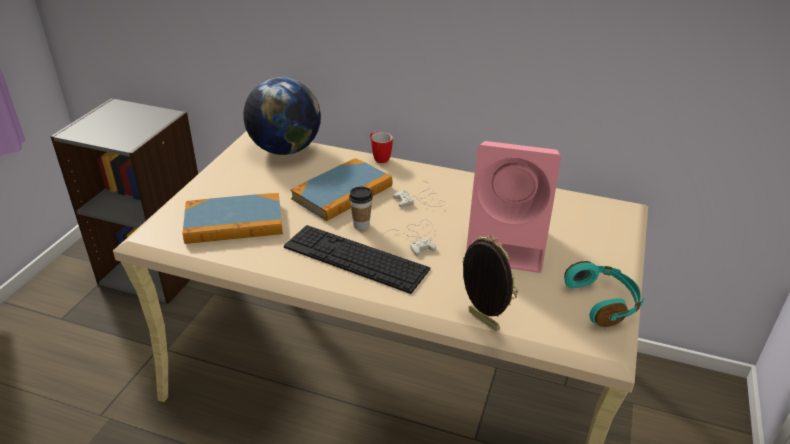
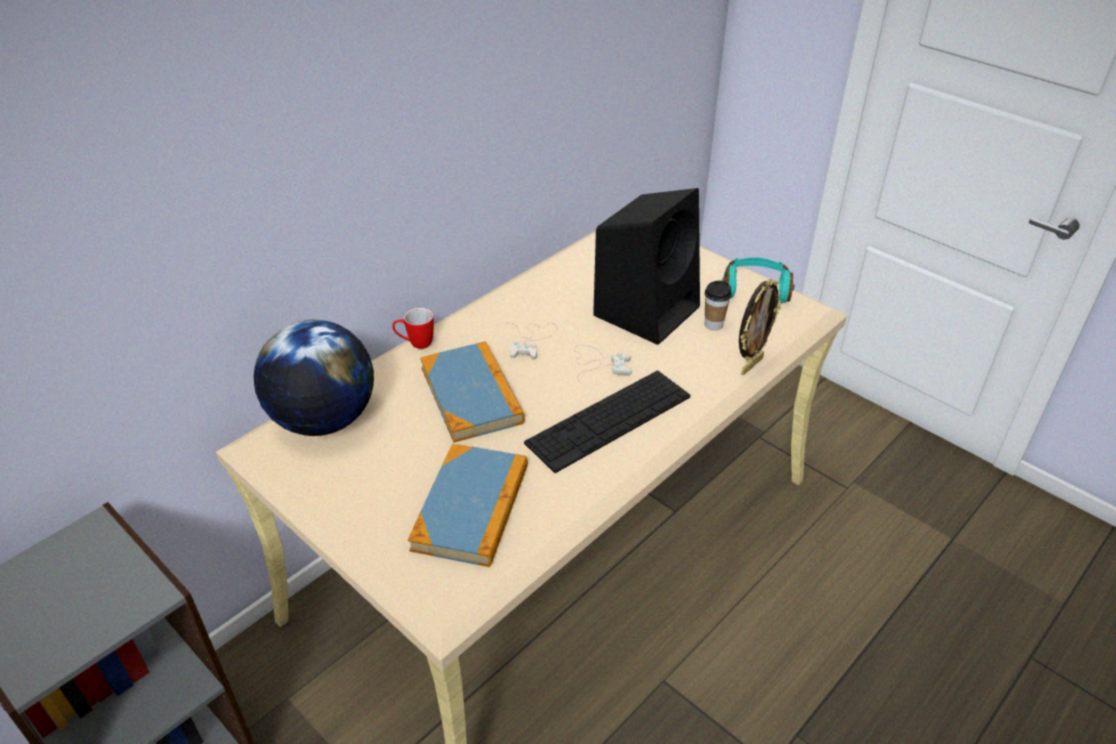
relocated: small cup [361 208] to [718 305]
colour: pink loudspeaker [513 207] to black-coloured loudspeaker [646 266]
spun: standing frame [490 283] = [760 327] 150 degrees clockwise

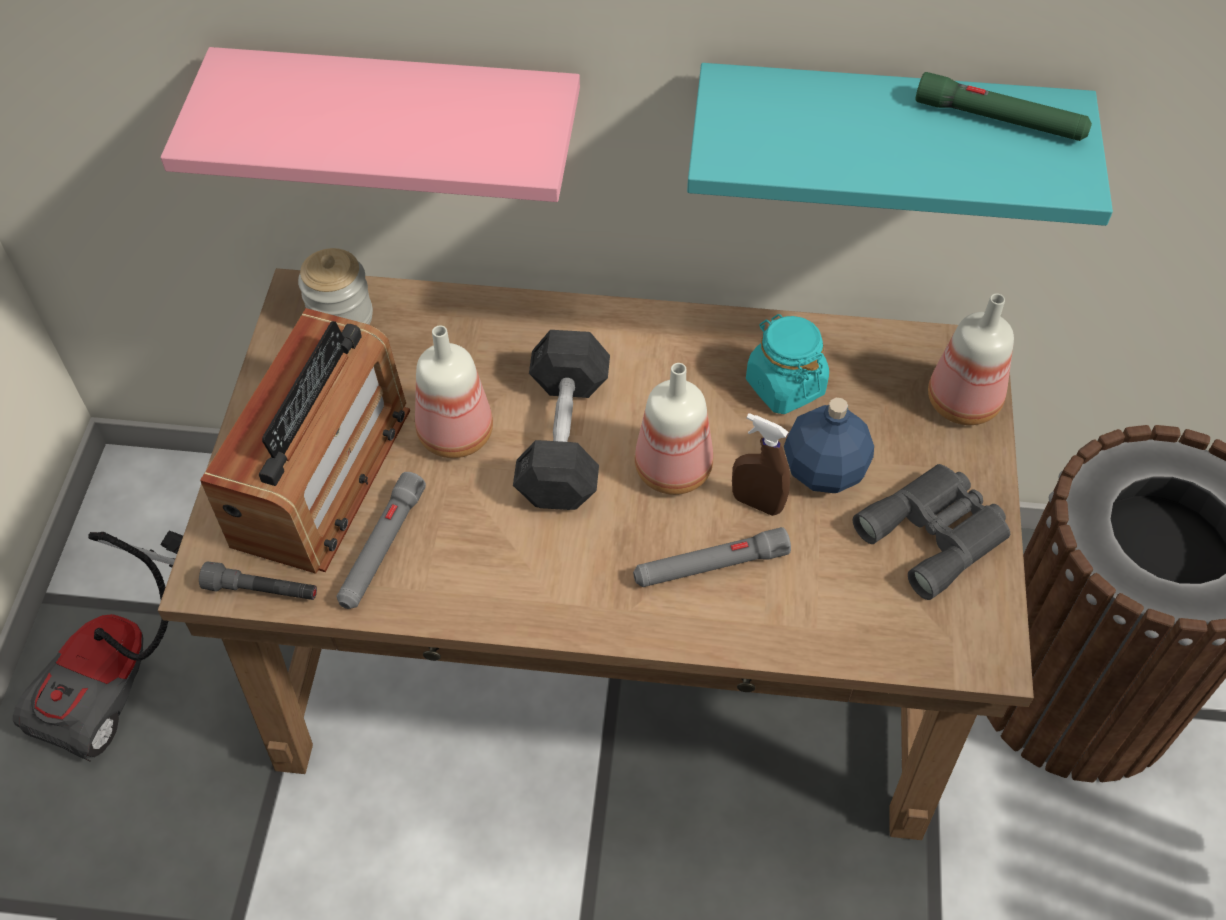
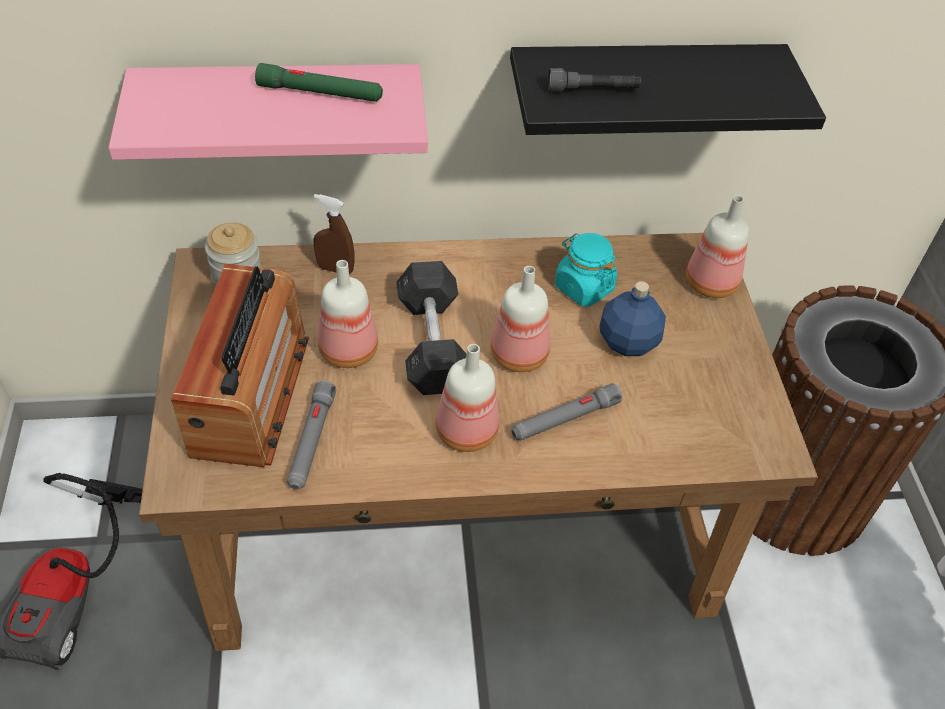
missing: greyish binoculars [931 532]
appeared: drink bottle [467 398]
relocated: green-coloured flashlight [1004 106] to [319 82]; brown spray bottle [761 464] to [333 234]; greyish flashlight [258 580] to [594 80]
colour: turquoise bracket shelf [900 144] to black-coloured bracket shelf [668 89]

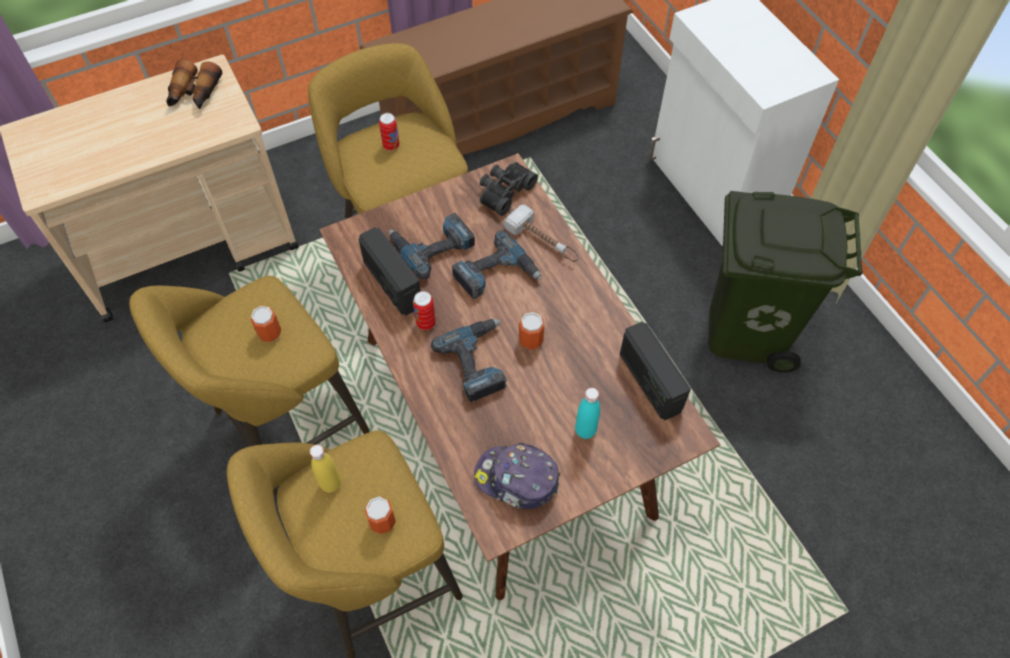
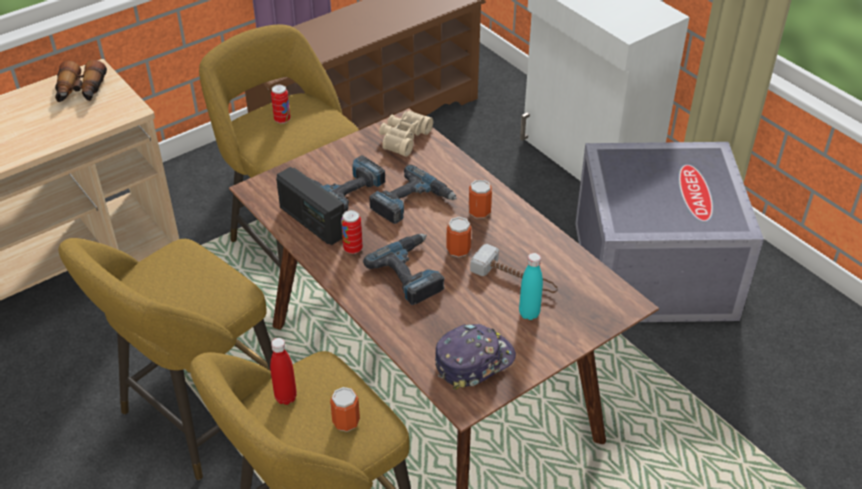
missing: radio receiver [655 371]
relocated: sealed can [265 324] to [480 199]; hand hammer [541 233] to [514 268]
exchanged: green-coloured trash can [785 282] to greyish storage bin [669 232]
colour: yellowish drink bottle [325 469] to red drink bottle [283 371]; black-coloured binoculars [509 189] to beige-coloured binoculars [406 134]
spun: baseball cap [517 475] = [475 357] 135 degrees clockwise

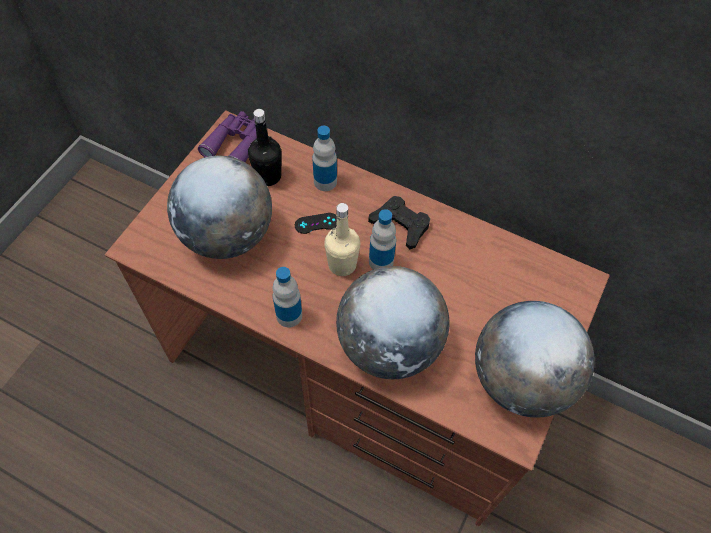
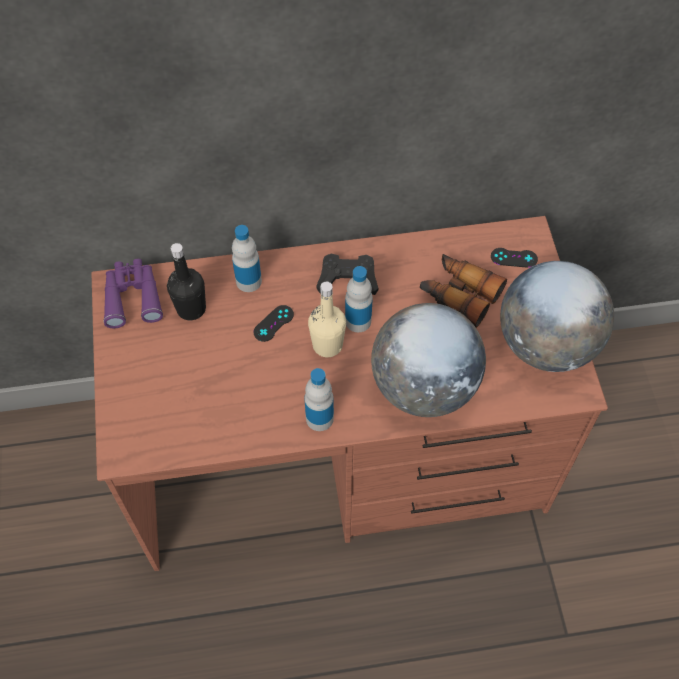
missing: world globe [219 207]
appeared: binoculars [463 291]; black-coloured gamepad [514 258]

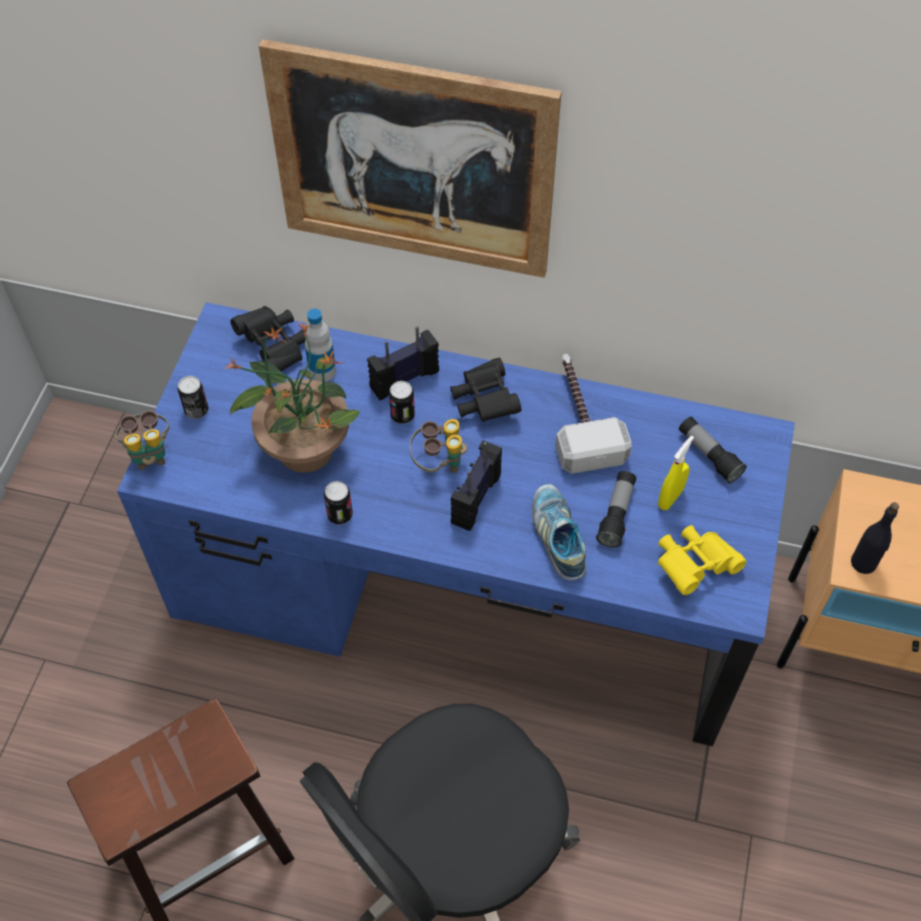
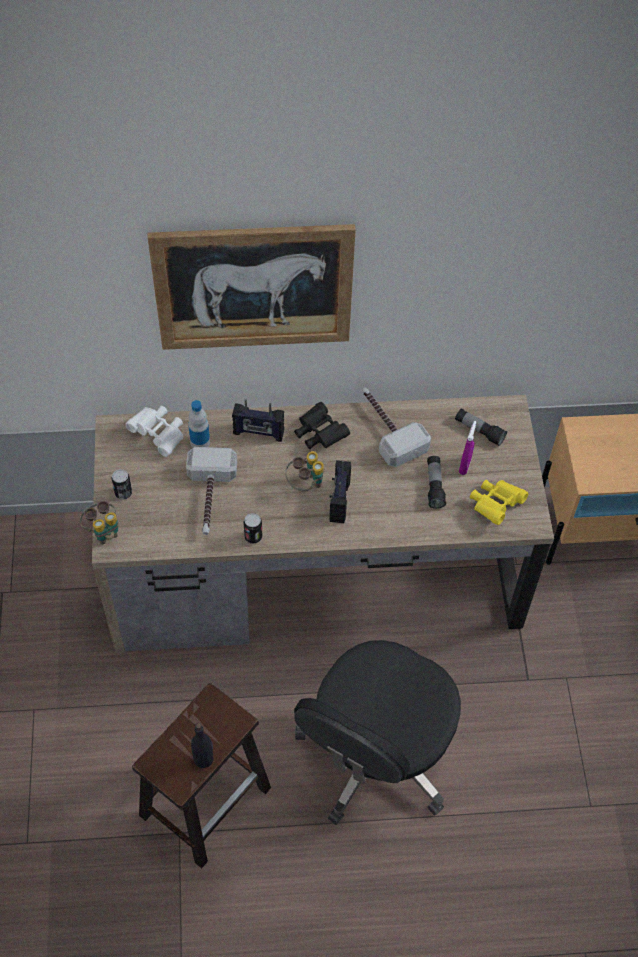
missing: sealed can [402 402]; item of footwear [559 532]
relocated: black-coloured drink bottle [875 538] to [202 745]
exchanged: houseplant [292 397] to hand hammer [211 491]
colour: blue desk unit [456 524] to brown desk unit [323 524]; black-coloured binoculars [268 339] to whitish binoculars [155 431]; yellowish spray bottle [676 473] to purple spray bottle [467 448]
spun: radio receiver [403 363] = [258 420] 120 degrees counterclockwise

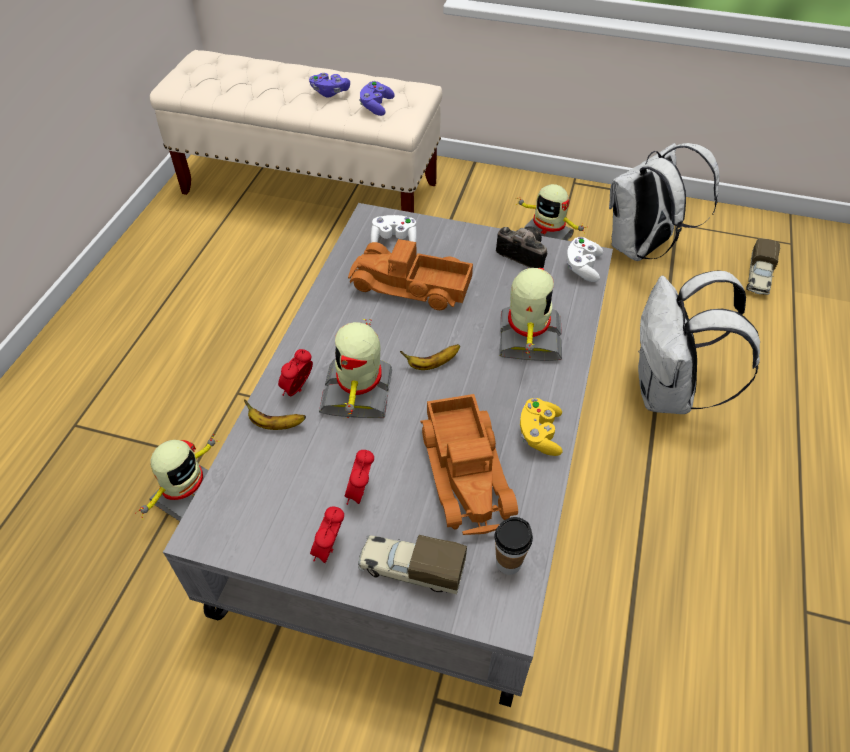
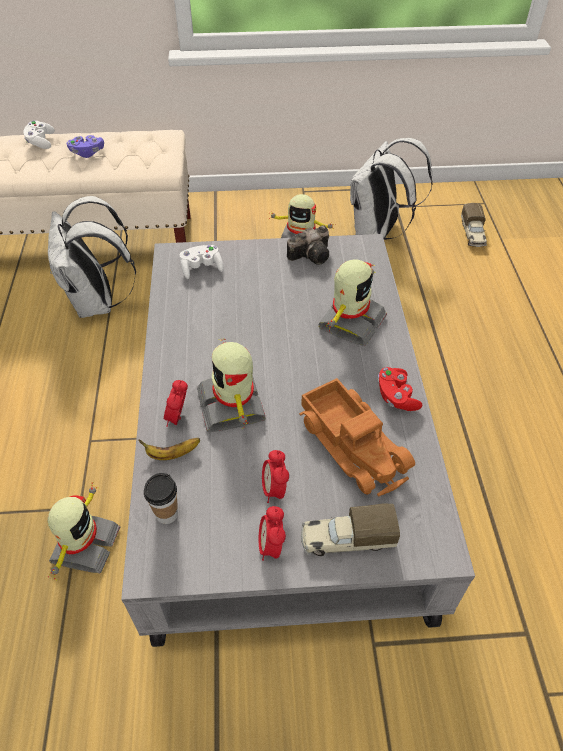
missing: model truck [410 274]; purple gamepad [377 98]; banana [430 357]
relocated: whitish gamepad [585 259] to [39 134]; whitish backpack [699 342] to [92 257]; small cup [513 546] to [161 498]
colour: yellowish gamepad [541 427] to red gamepad [400 389]
spun: still camera [521 247] = [308 245] 135 degrees clockwise; model robot [530 314] = [352 302] 45 degrees clockwise

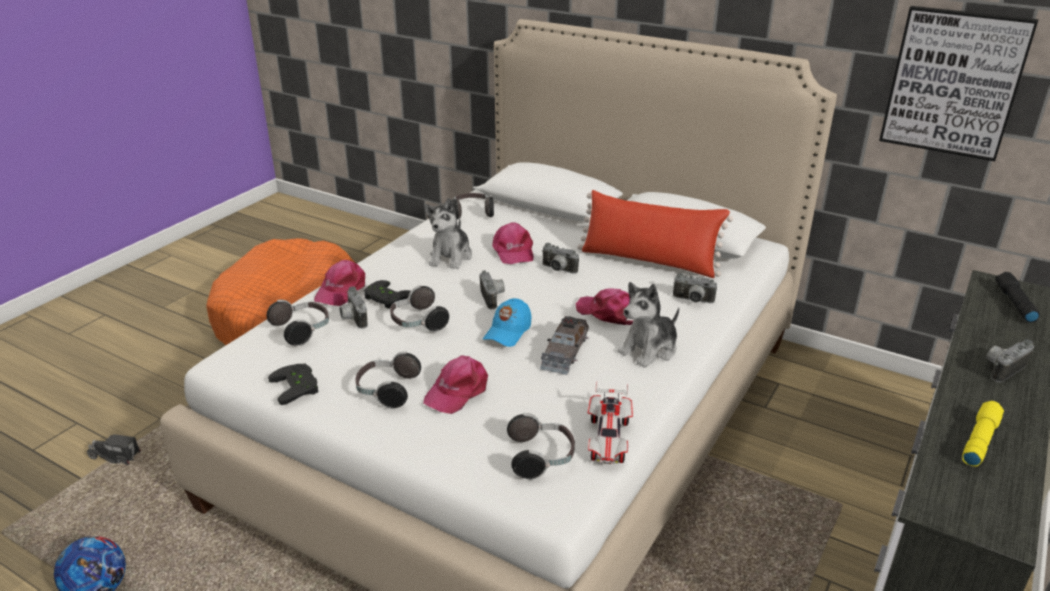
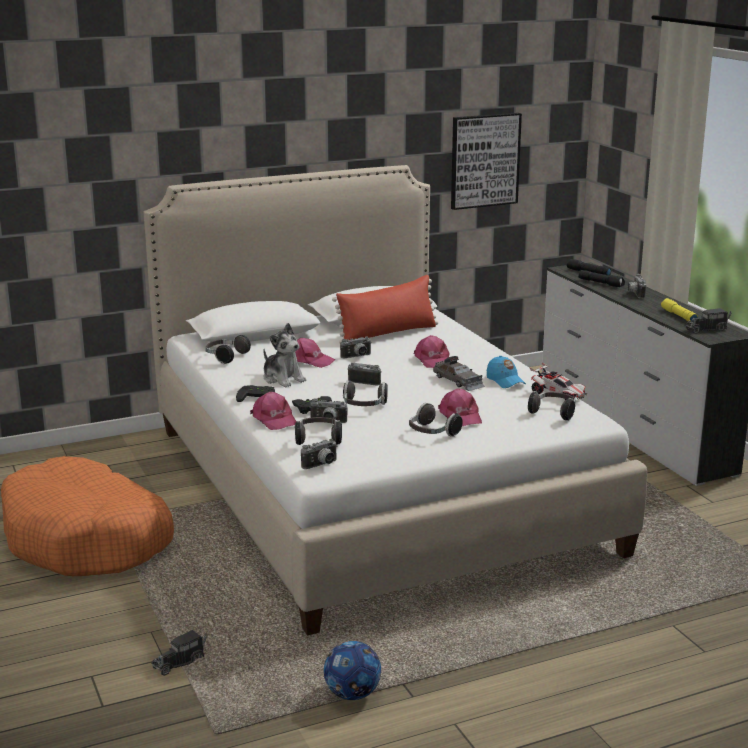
missing: plush toy [648 325]
appeared: black-coloured flashlight [602 278]; model truck [709 321]
relocated: black-coloured gamepad [293 384] to [255 393]; still camera [695 288] to [319 454]; blue baseball cap [507 322] to [506 372]
spun: pink baseball cap [604 306] = [432 351] 90 degrees counterclockwise

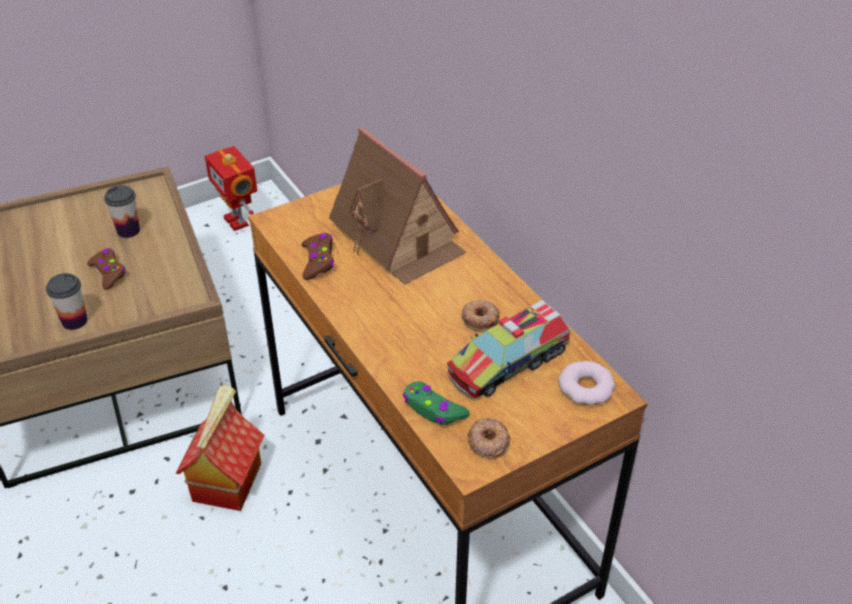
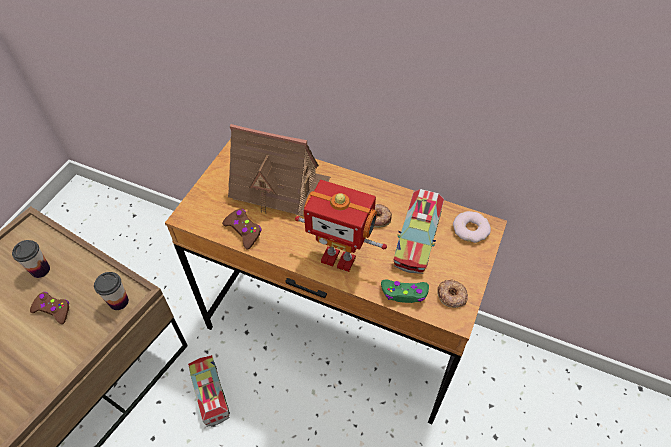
relocated: small cup [66 301] to [111 291]; model robot [231 188] to [341 226]
exchanged: miniature house [219 448] to model truck [209 391]

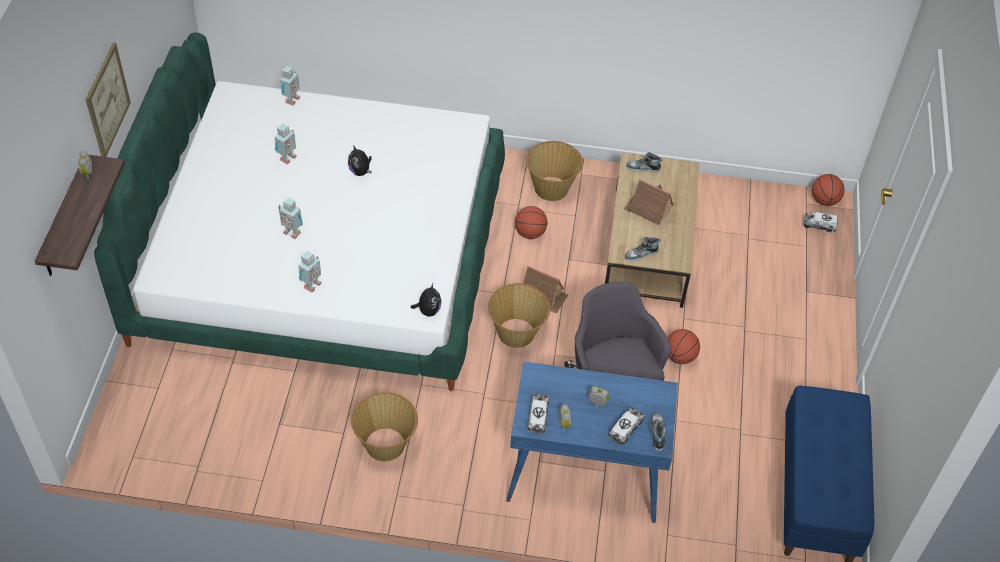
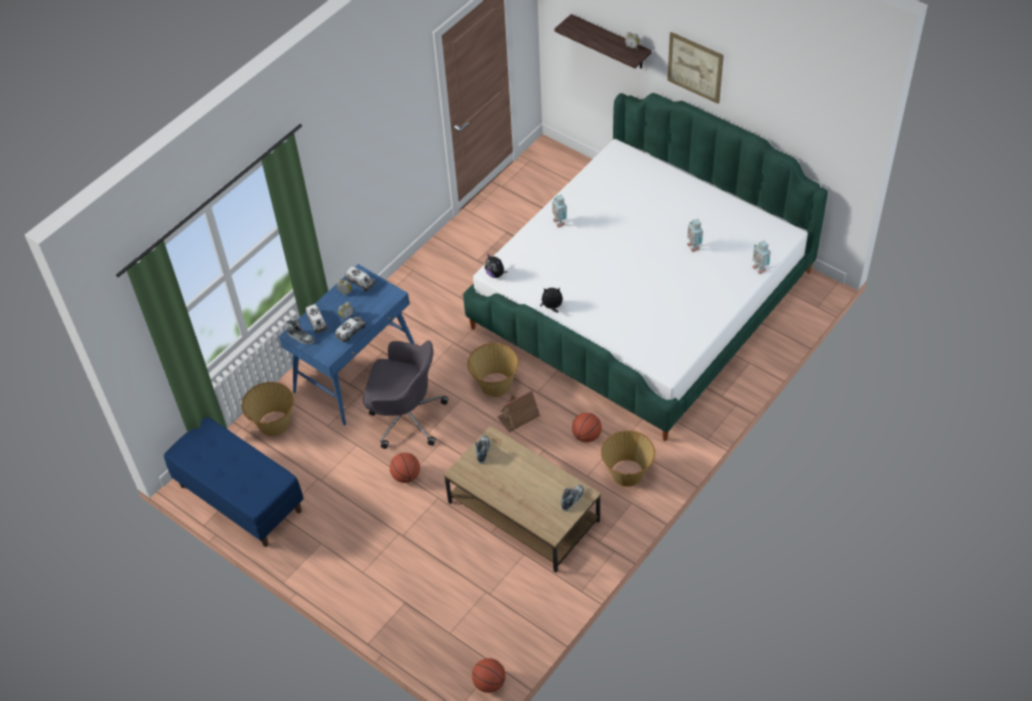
missing: model robot [290 218]; miniature house [649 202]
relocated: household basket [384 426] to [268 409]; model truck [820 222] to [350 329]; plush toy [360 160] to [551 300]

